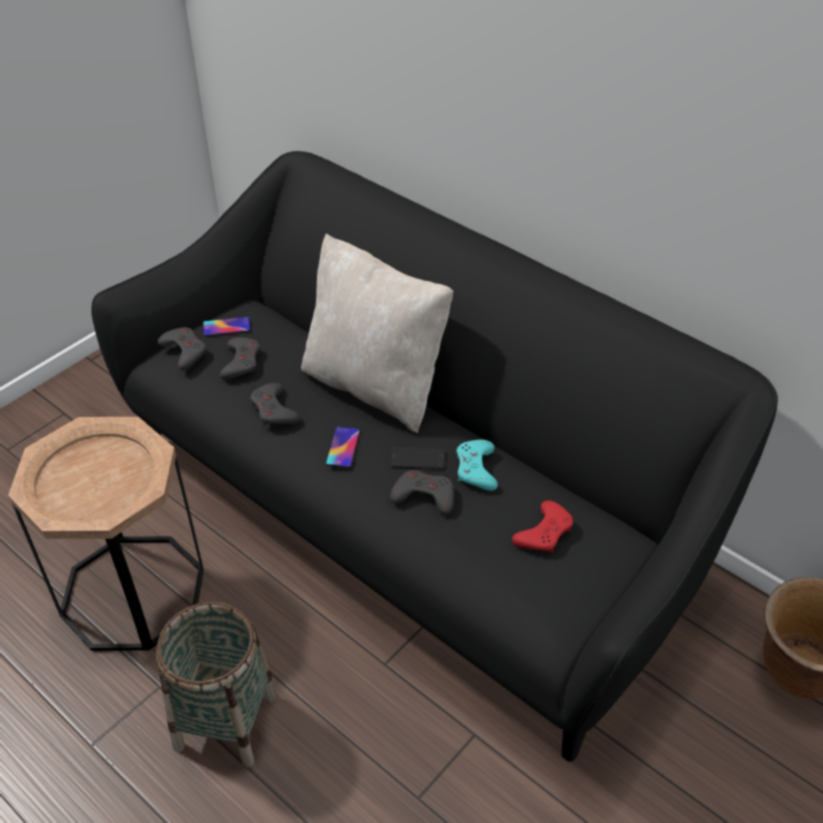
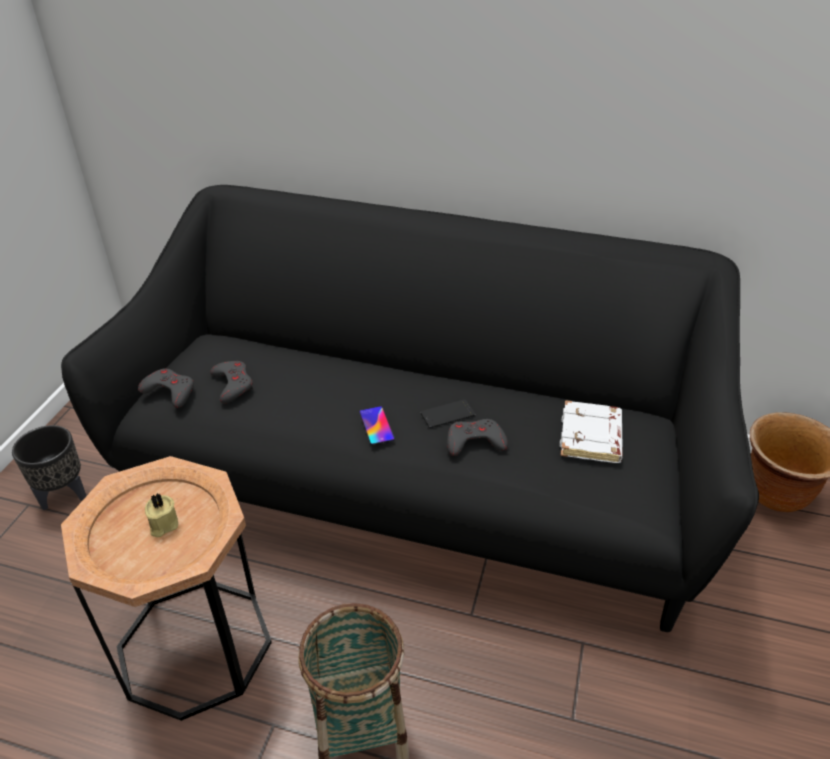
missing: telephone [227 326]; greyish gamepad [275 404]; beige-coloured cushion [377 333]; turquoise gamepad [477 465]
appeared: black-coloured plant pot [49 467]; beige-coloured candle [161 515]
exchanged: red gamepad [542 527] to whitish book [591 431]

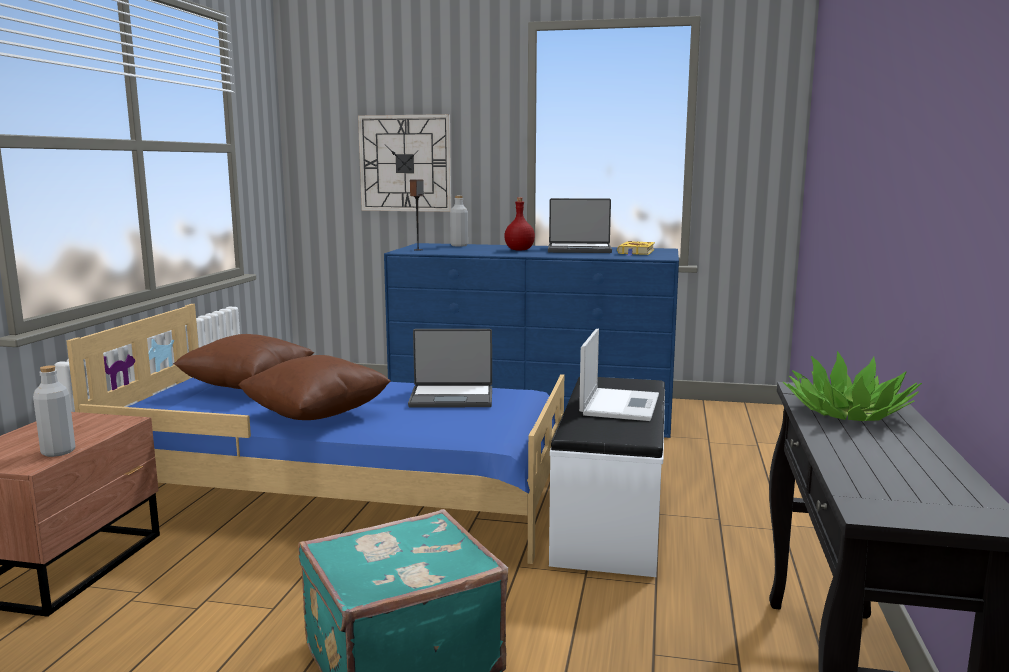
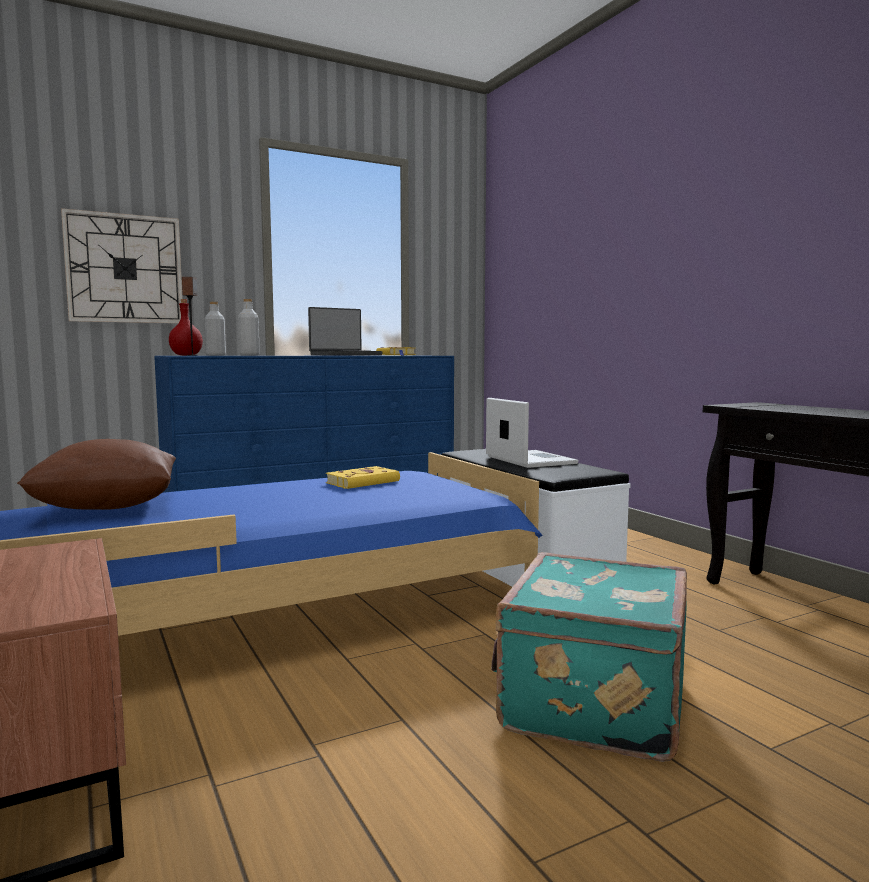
missing: brown cushion [314 387]; houseplant [852 386]
relocated: red drink bottle [519 224] to [186 327]; greyish drink bottle [54 411] to [249 327]
exchanged: portable computer [450 368] to yellowish book [363 477]

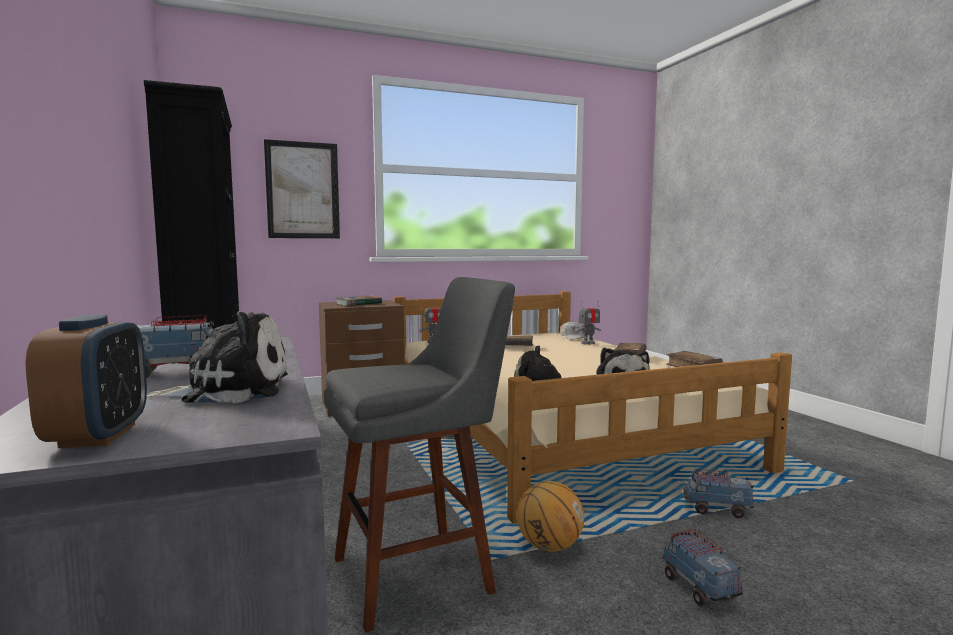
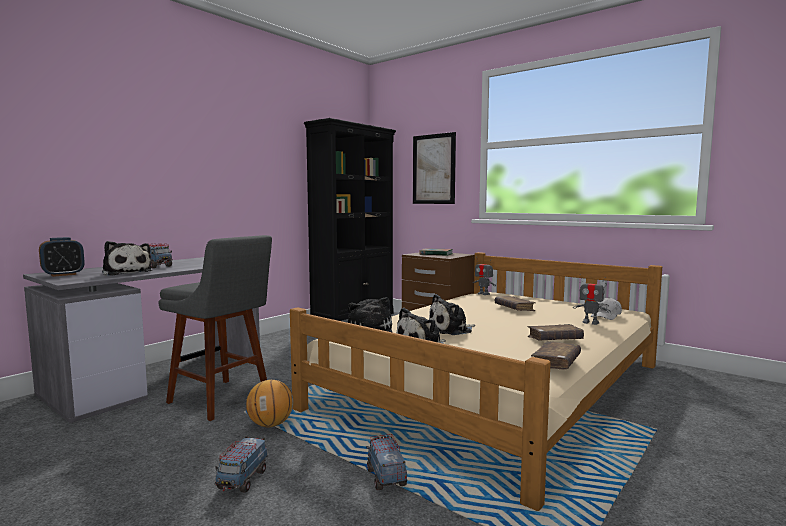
appeared: plush toy [452 314]
spun: model truck [702 568] = [241 464] 150 degrees clockwise

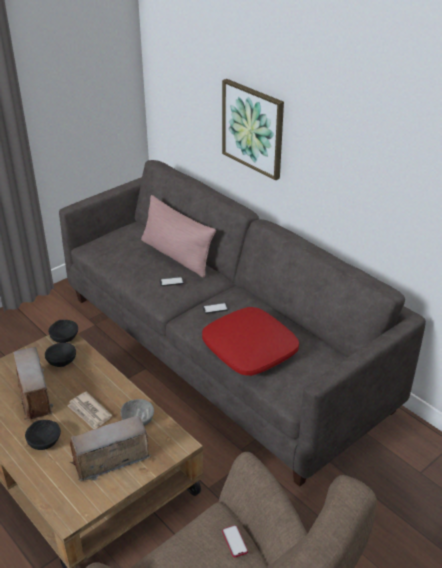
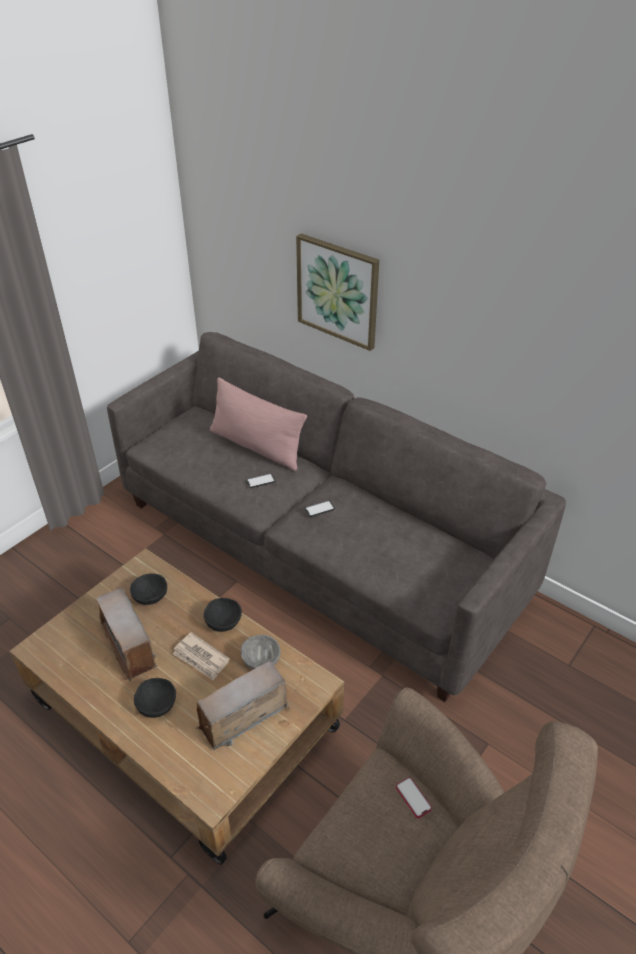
missing: red cushion [250 341]
relocated: black-coloured bowl [63 331] to [223 615]

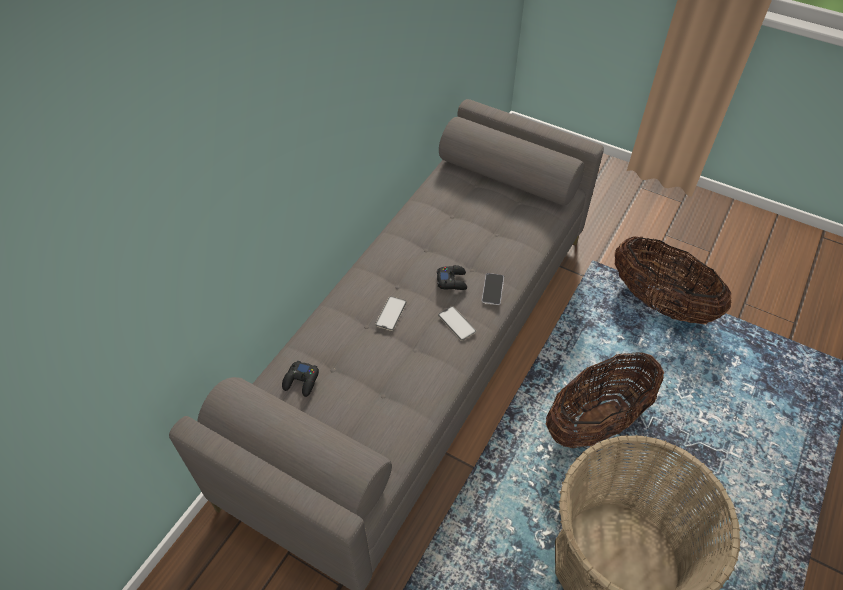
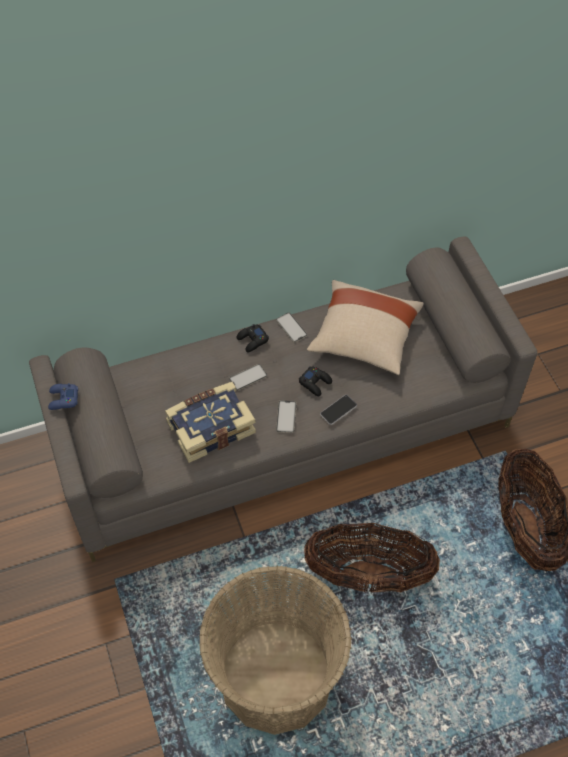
appeared: blue gamepad [63 396]; book [210 422]; telephone [291 328]; beige-coloured cushion [365 327]
relocated: black-coloured gamepad [300 378] to [253 338]

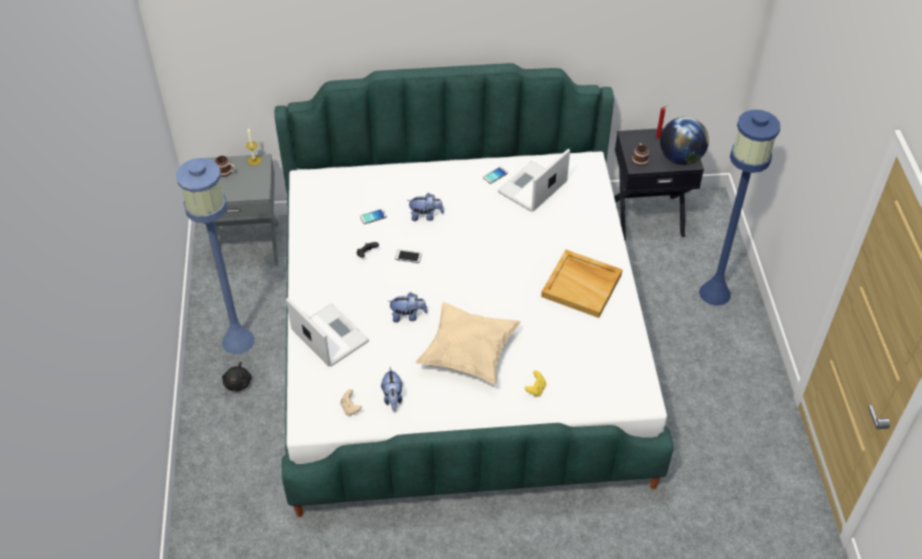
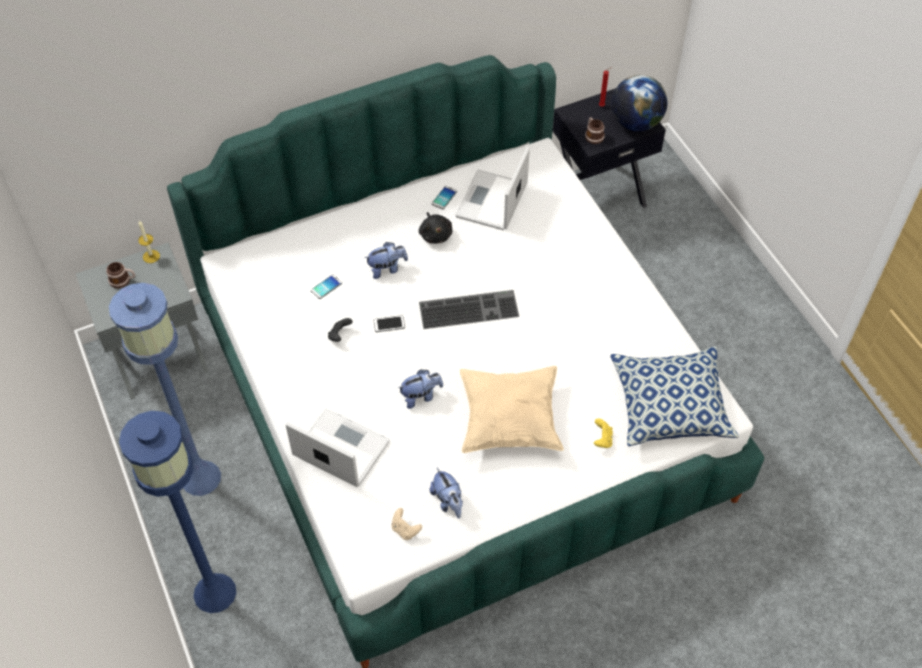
missing: beige-coloured serving tray [581 284]
appeared: PC keyboard [469 309]; cushion [674 396]
relocated: blue floor lamp [739 208] to [177 512]; black-coloured plush toy [237 376] to [435 228]

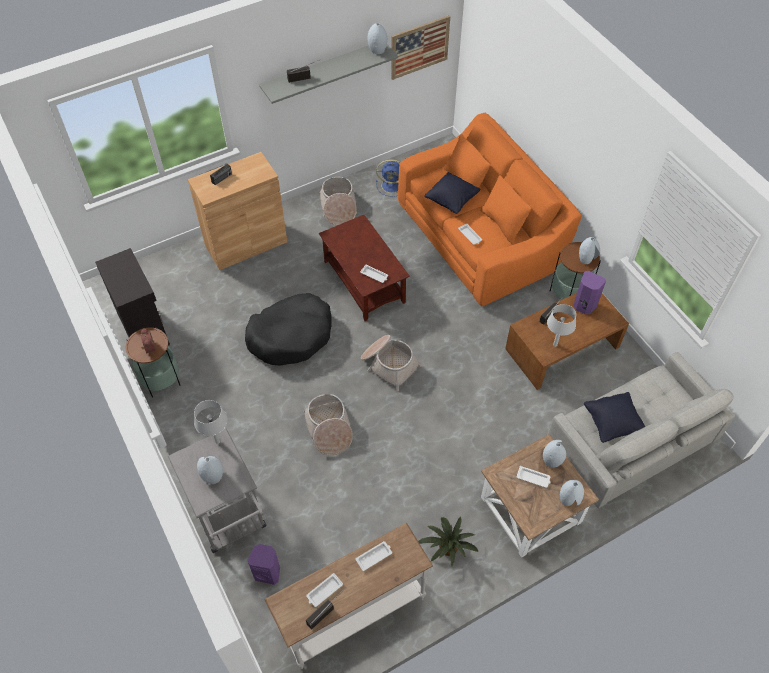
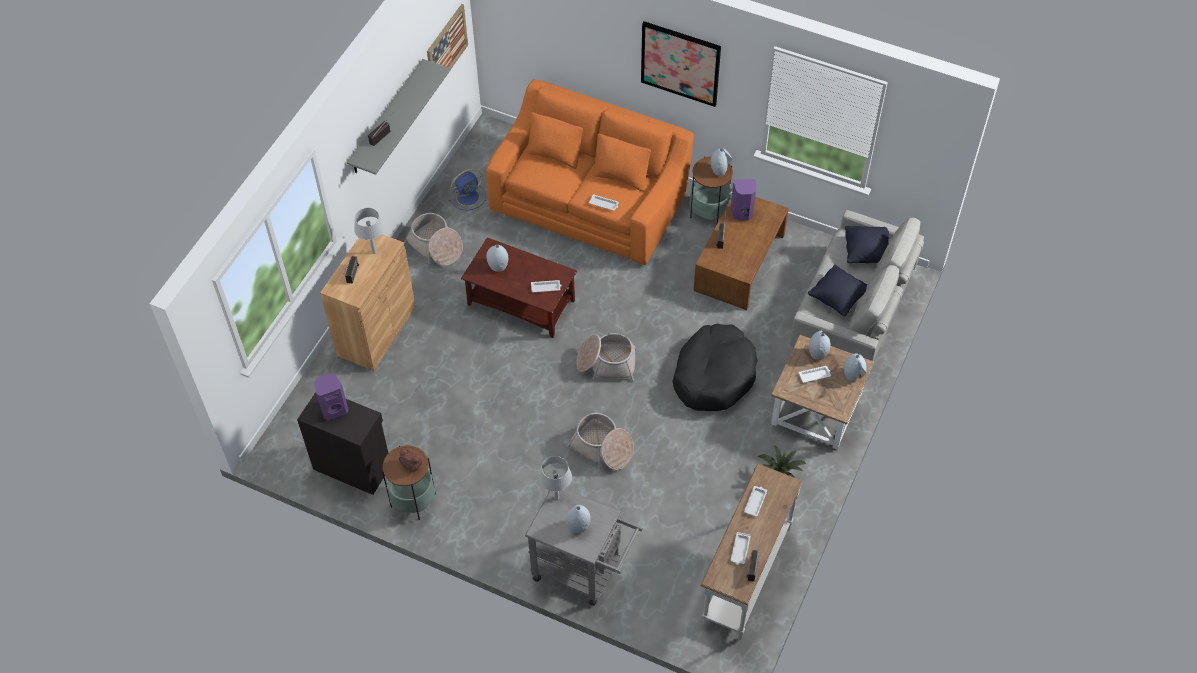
appeared: picture [681 64]
relocated: purple loudspeaker [263 564] to [331 396]; greyish table lamp [561 325] to [369 231]; greyish vase [377 38] to [497 258]; black-coloured dog cushion [288 329] to [715 367]; black-coloured cushion [452 193] to [867 244]

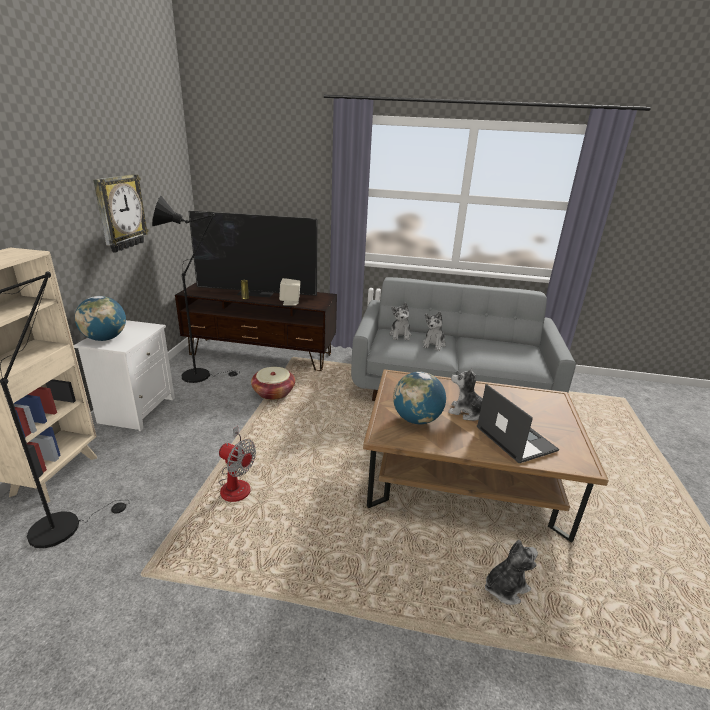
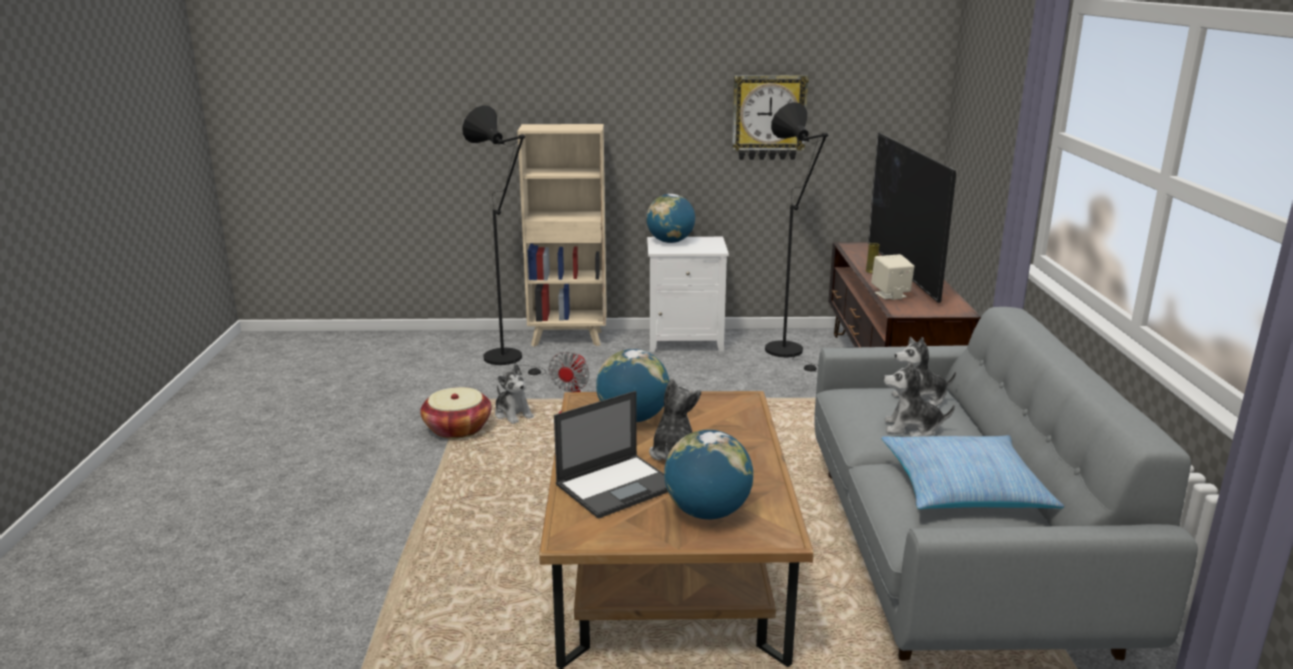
appeared: world globe [709 474]; cushion [972 472]
relocated: household basket [273 383] to [456 413]; plush toy [511 572] to [514 394]

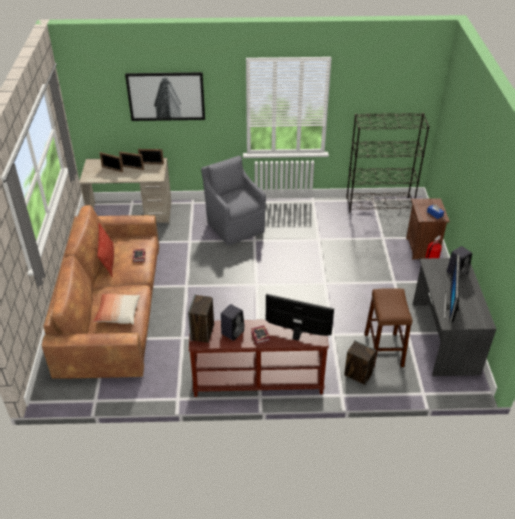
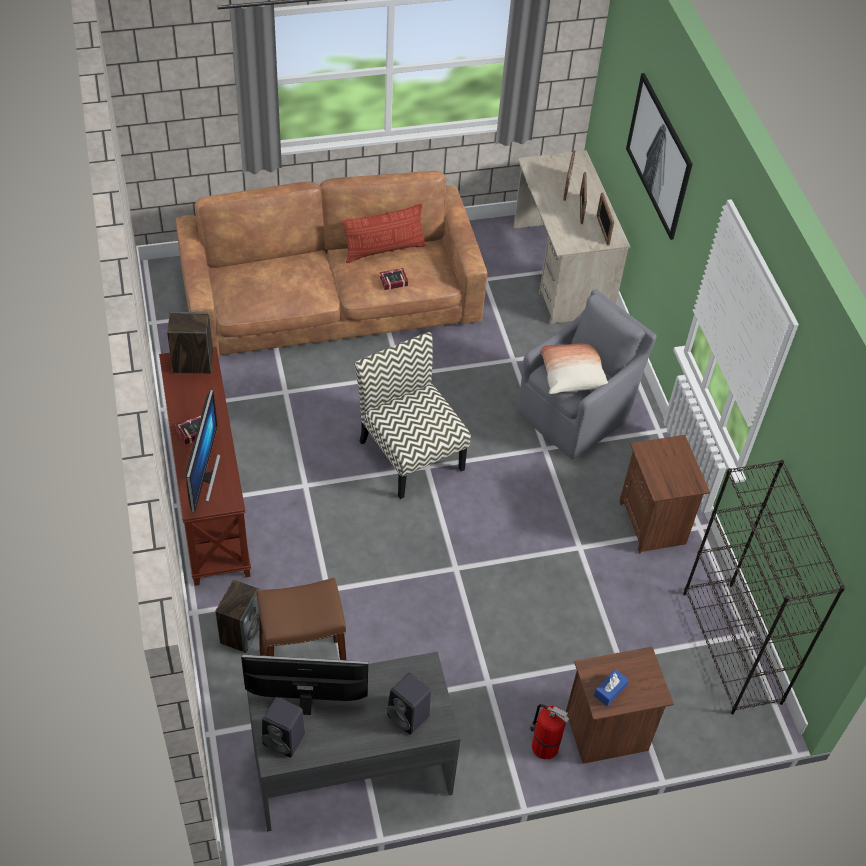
appeared: plain chair [412 415]; brown nightstand [664 494]
relocated: black-coloured loudspeaker [233 322] to [283 727]; cushion [116 309] to [574 368]

